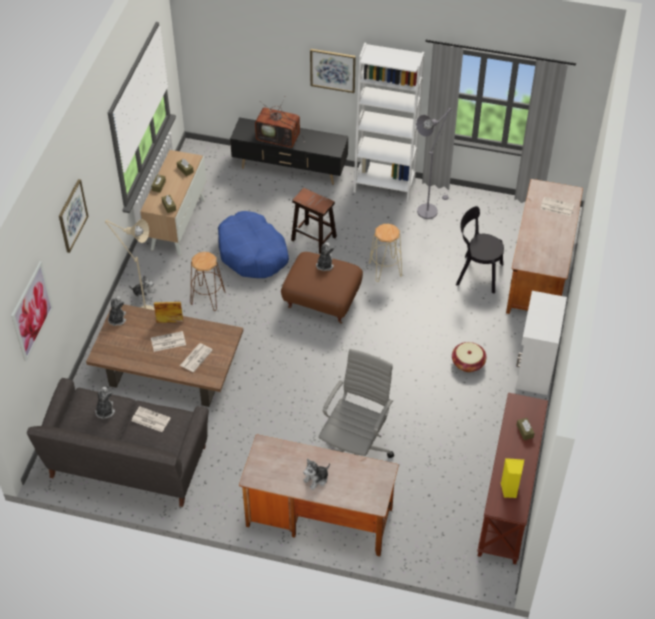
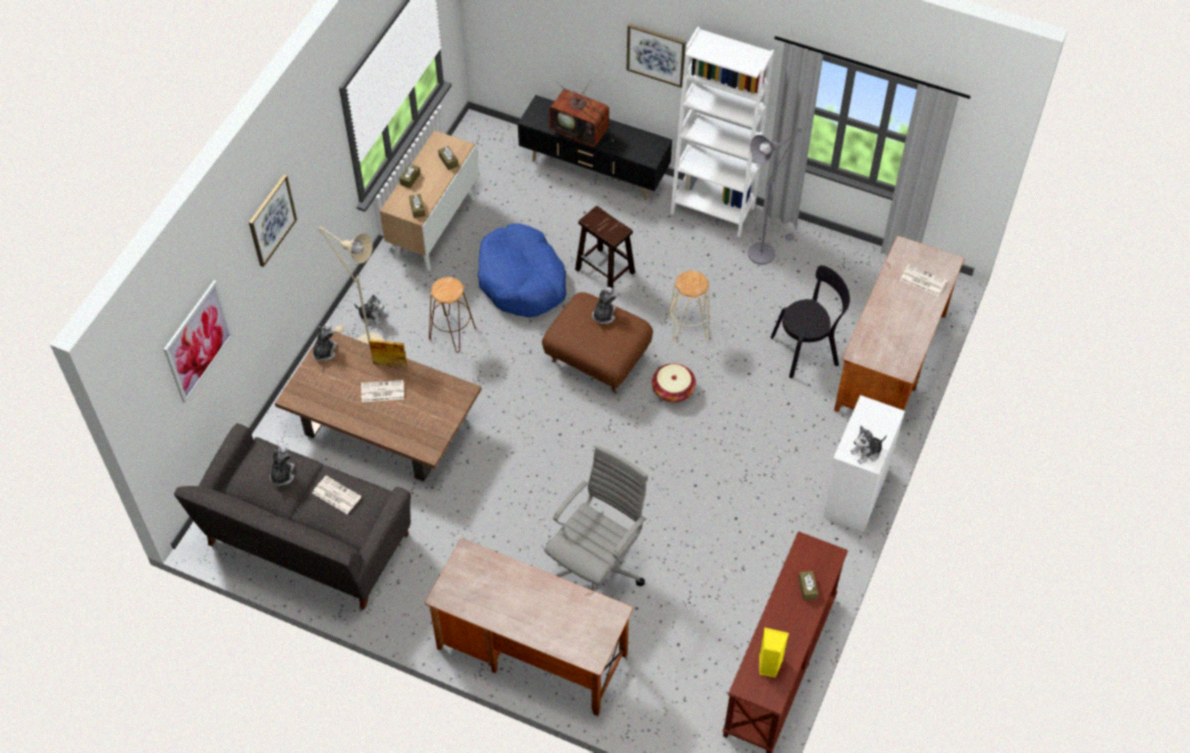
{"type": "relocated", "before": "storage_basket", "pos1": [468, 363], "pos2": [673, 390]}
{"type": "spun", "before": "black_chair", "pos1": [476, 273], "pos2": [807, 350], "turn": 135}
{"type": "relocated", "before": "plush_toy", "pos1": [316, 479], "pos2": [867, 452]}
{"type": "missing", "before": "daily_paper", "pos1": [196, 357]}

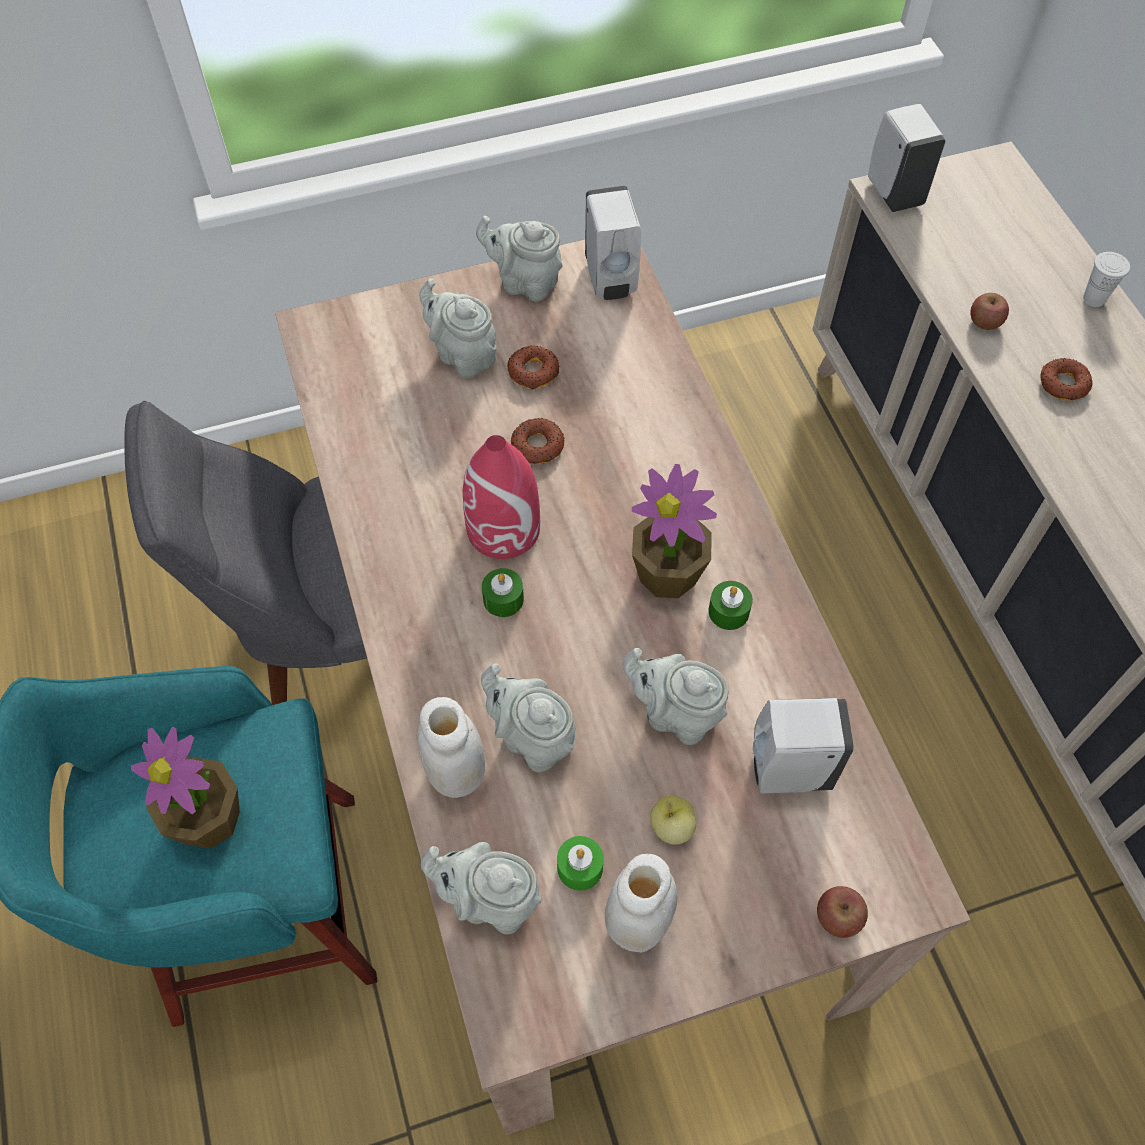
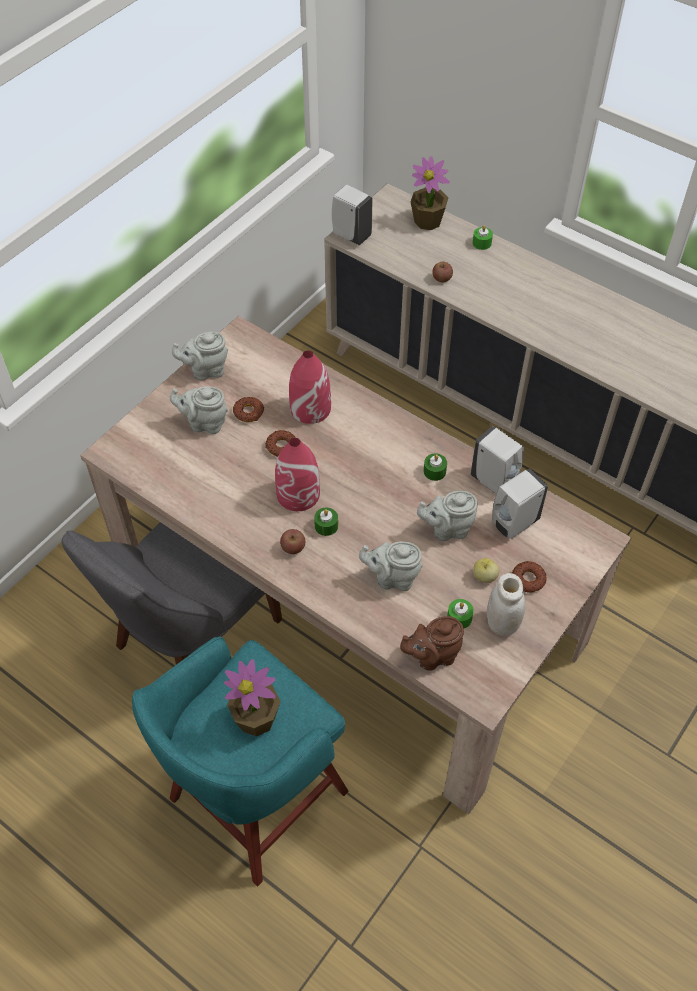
{"type": "relocated", "before": "apple", "pos1": [838, 917], "pos2": [293, 547]}
{"type": "appeared", "after": "reddish_decorative_vase", "pos2": [310, 408]}
{"type": "colour", "before": "greyish_tea_pot", "after": "brownish_tea_pot", "pos1": [490, 901], "pos2": [432, 656]}
{"type": "relocated", "before": "houseplant", "pos1": [668, 574], "pos2": [428, 221]}
{"type": "relocated", "before": "white_soap_dispenser", "pos1": [611, 281], "pos2": [495, 482]}
{"type": "exchanged", "before": "white_small_cup", "after": "green_wax_light", "pos1": [1094, 299], "pos2": [482, 243]}
{"type": "relocated", "before": "doughnut", "pos1": [1063, 384], "pos2": [528, 579]}
{"type": "missing", "before": "white_storage_jar", "pos1": [456, 773]}

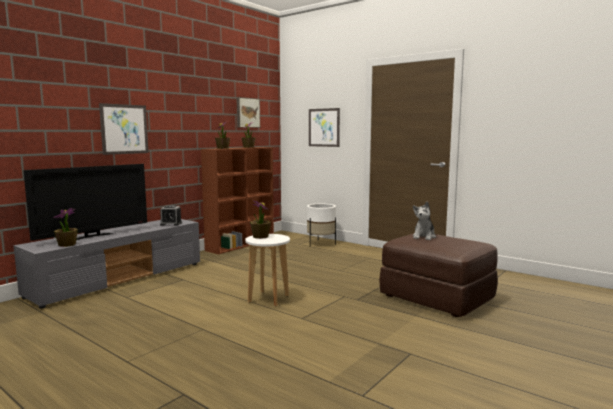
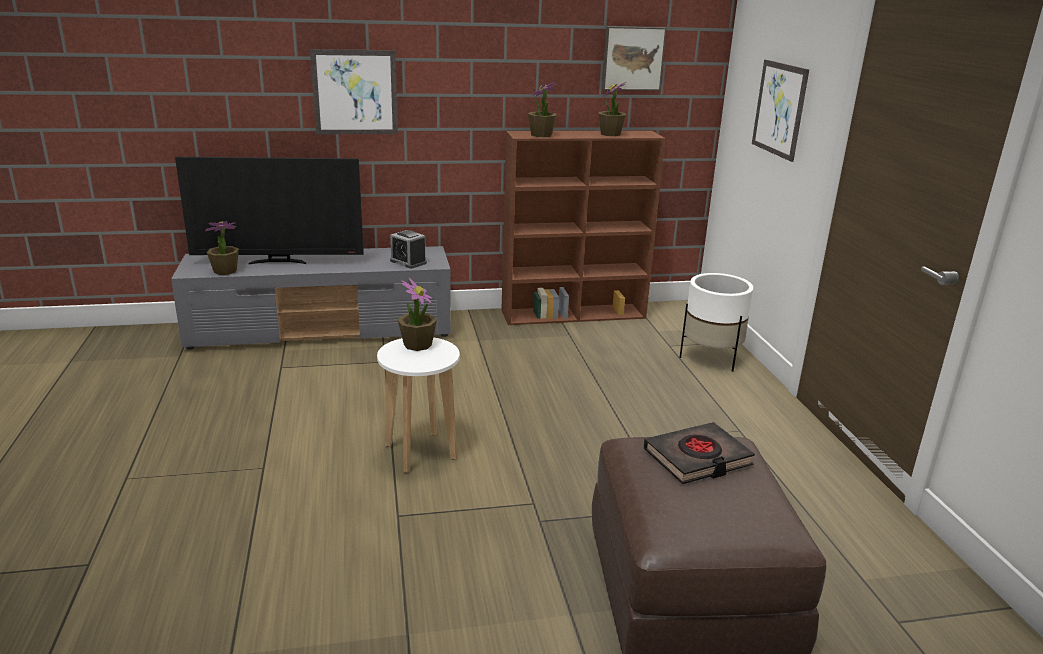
{"type": "exchanged", "before": "plush_toy", "after": "black_volume", "pos1": [424, 237], "pos2": [697, 458]}

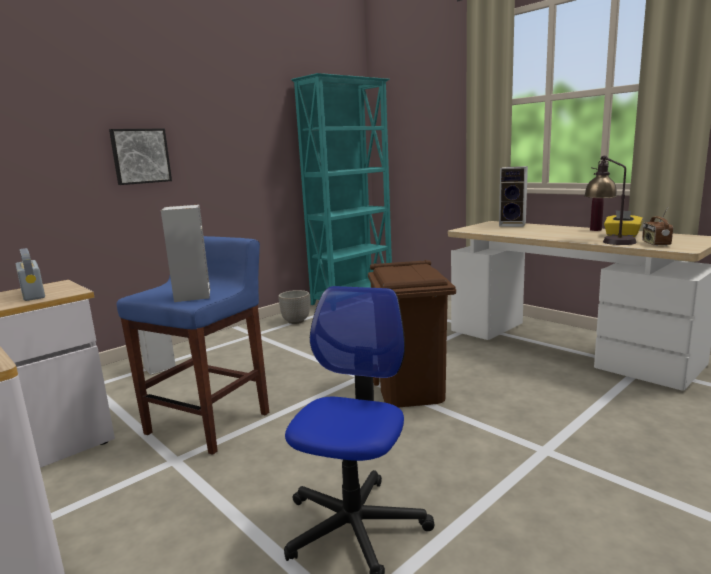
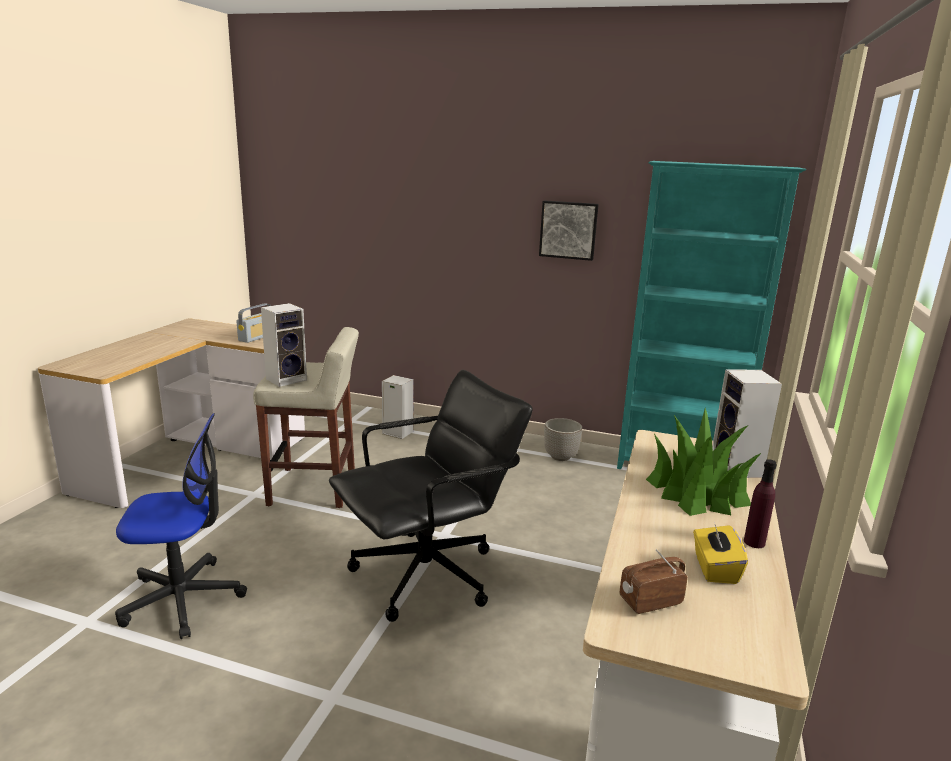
{"type": "colour", "before": "blue-coloured_stool", "after": "beige_stool", "pos1": [210, 422], "pos2": [314, 488]}
{"type": "exchanged", "before": "brownish_waste_bin", "after": "black_desk_chair", "pos1": [411, 391], "pos2": [427, 575]}
{"type": "relocated", "before": "wall_art", "pos1": [140, 156], "pos2": [568, 230]}
{"type": "appeared", "after": "houseplant", "pos2": [697, 492]}
{"type": "missing", "before": "table_lamp", "pos1": [607, 241]}

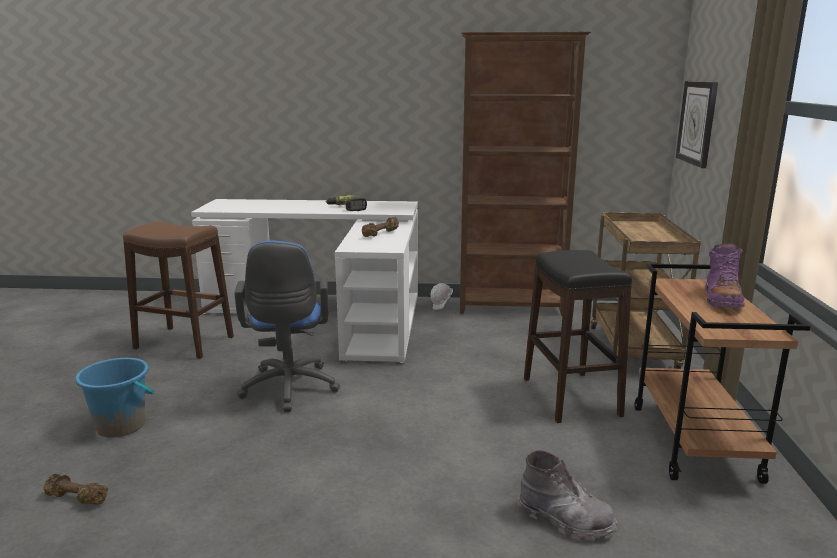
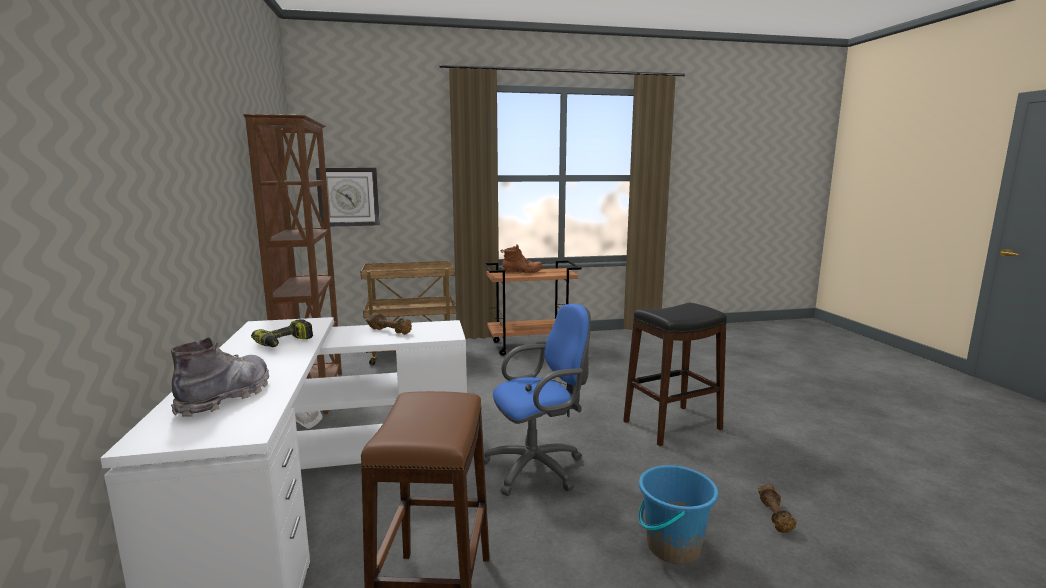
{"type": "relocated", "before": "greyish_boot", "pos1": [565, 520], "pos2": [226, 397]}
{"type": "colour", "before": "purplish_boot", "after": "brownish_boot", "pos1": [721, 299], "pos2": [522, 271]}
{"type": "relocated", "before": "black_stool", "pos1": [571, 397], "pos2": [672, 425]}

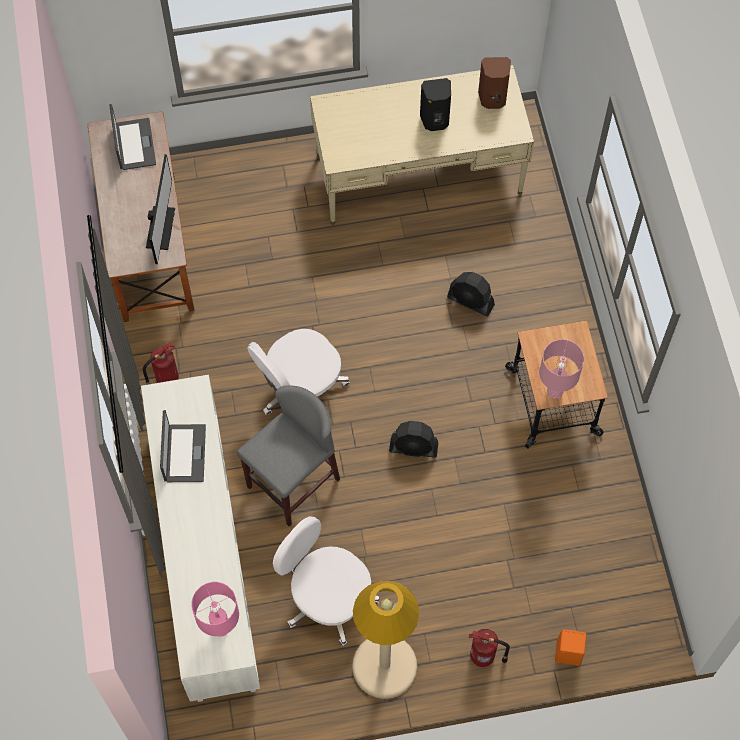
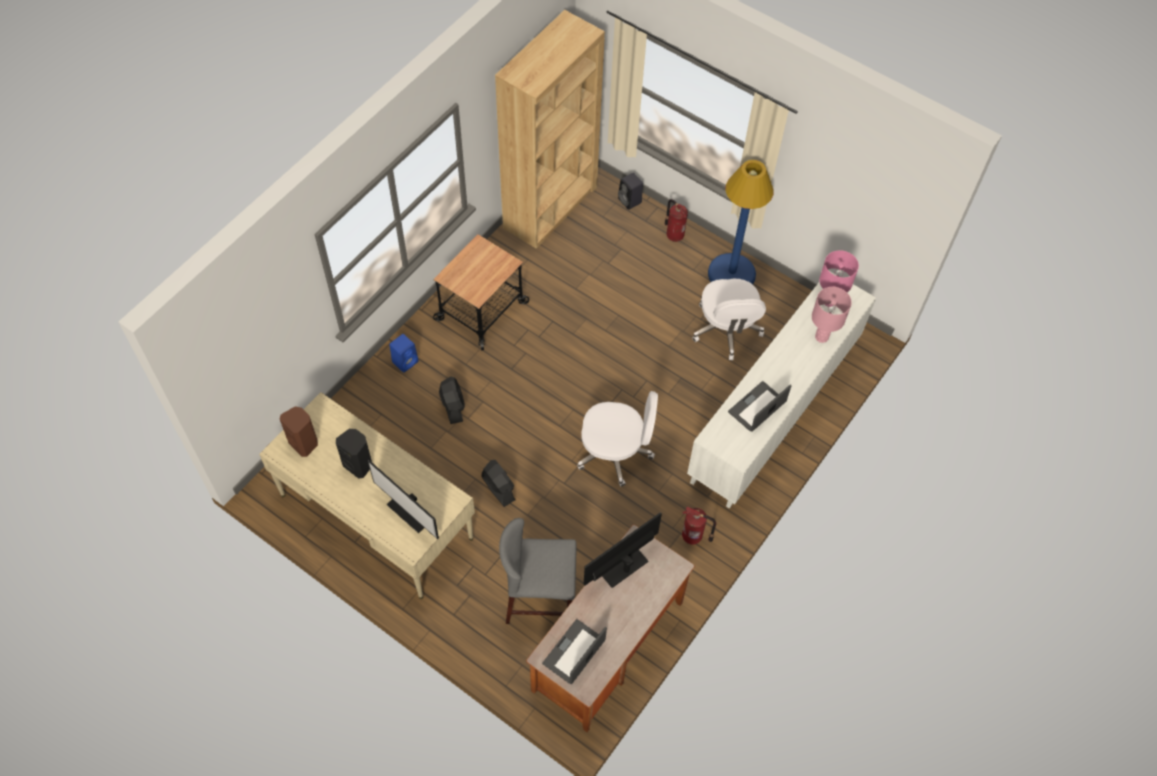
{"type": "appeared", "after": "monitor", "pos2": [410, 512]}
{"type": "appeared", "after": "blue-coloured_loudspeaker", "pos2": [405, 361]}
{"type": "relocated", "before": "black_cooling_fan", "pos1": [413, 448], "pos2": [498, 488]}
{"type": "appeared", "after": "brownish_bookcase", "pos2": [550, 207]}
{"type": "relocated", "before": "greyish_stool", "pos1": [292, 483], "pos2": [539, 599]}
{"type": "colour", "before": "orange-coloured_loudspeaker", "after": "black_loudspeaker", "pos1": [567, 653], "pos2": [630, 201]}
{"type": "colour", "before": "beige_standing_lamp", "after": "blue-coloured_standing_lamp", "pos1": [384, 666], "pos2": [731, 274]}
{"type": "relocated", "before": "pinkish_table_lamp", "pos1": [554, 391], "pos2": [822, 337]}

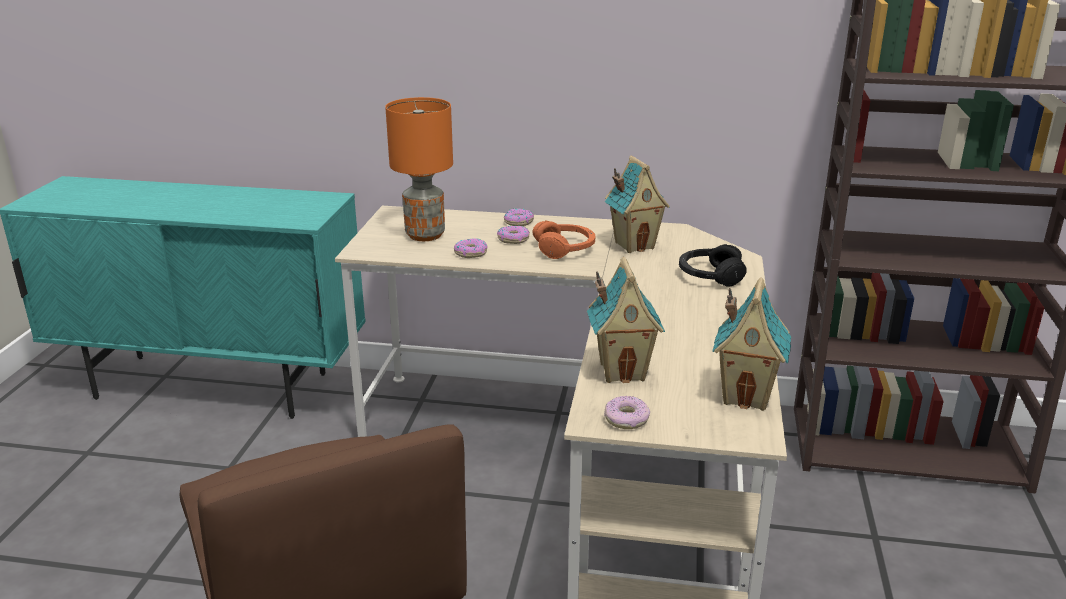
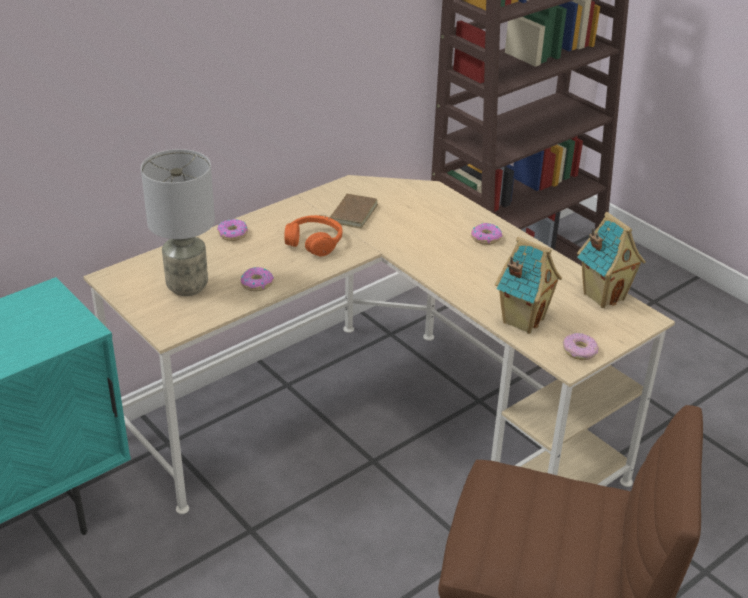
{"type": "colour", "before": "orange-coloured_table_lamp", "after": "greyish_table_lamp", "pos1": [424, 235], "pos2": [186, 286]}
{"type": "exchanged", "before": "model_house", "after": "brownish_volume", "pos1": [634, 245], "pos2": [351, 213]}
{"type": "relocated", "before": "doughnut", "pos1": [513, 239], "pos2": [486, 238]}
{"type": "missing", "before": "black_headset", "pos1": [710, 276]}

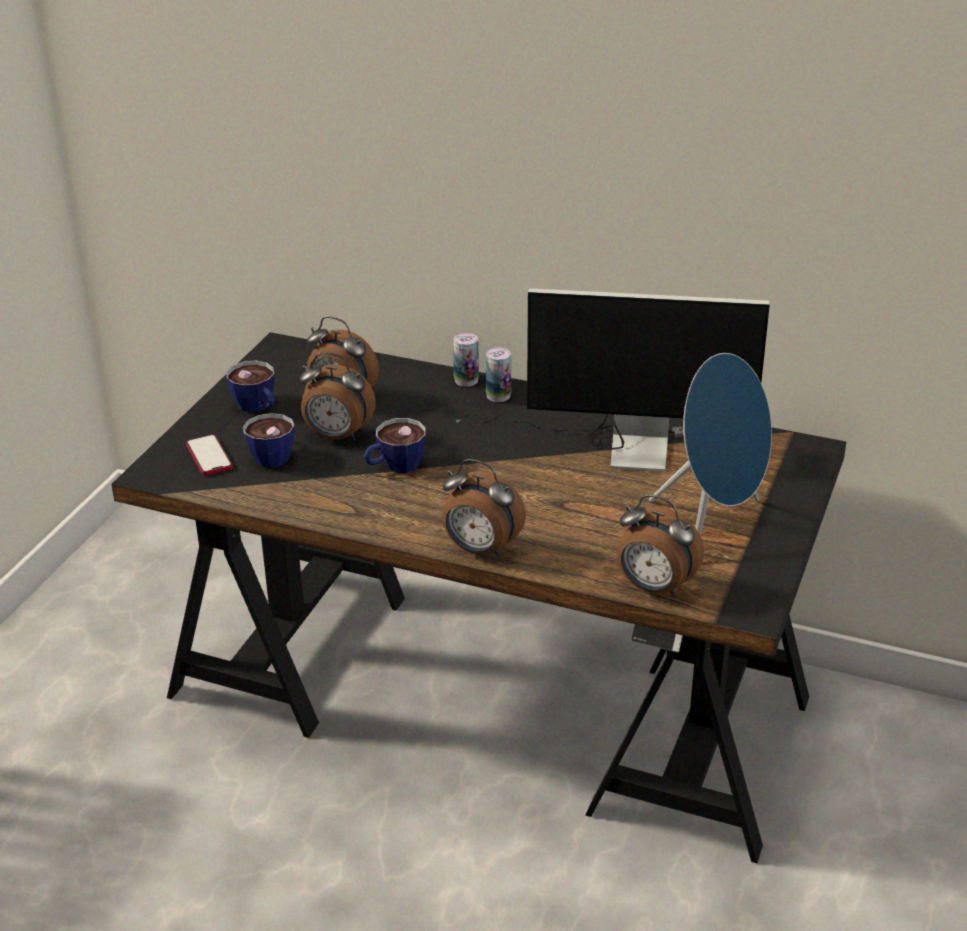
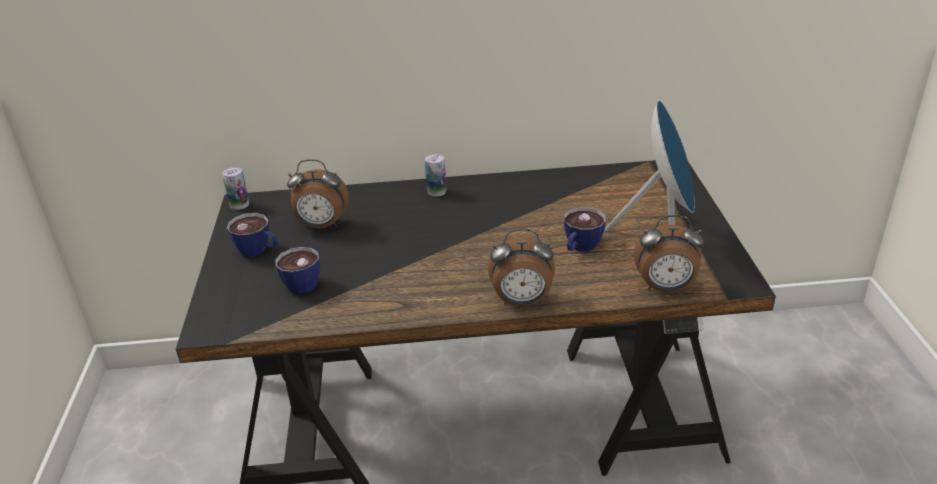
{"type": "relocated", "before": "can", "pos1": [466, 380], "pos2": [239, 204]}
{"type": "relocated", "before": "small_cup", "pos1": [395, 466], "pos2": [580, 248]}
{"type": "missing", "before": "phone", "pos1": [209, 456]}
{"type": "missing", "before": "table_clock", "pos1": [337, 436]}
{"type": "missing", "before": "monitor", "pos1": [615, 447]}

